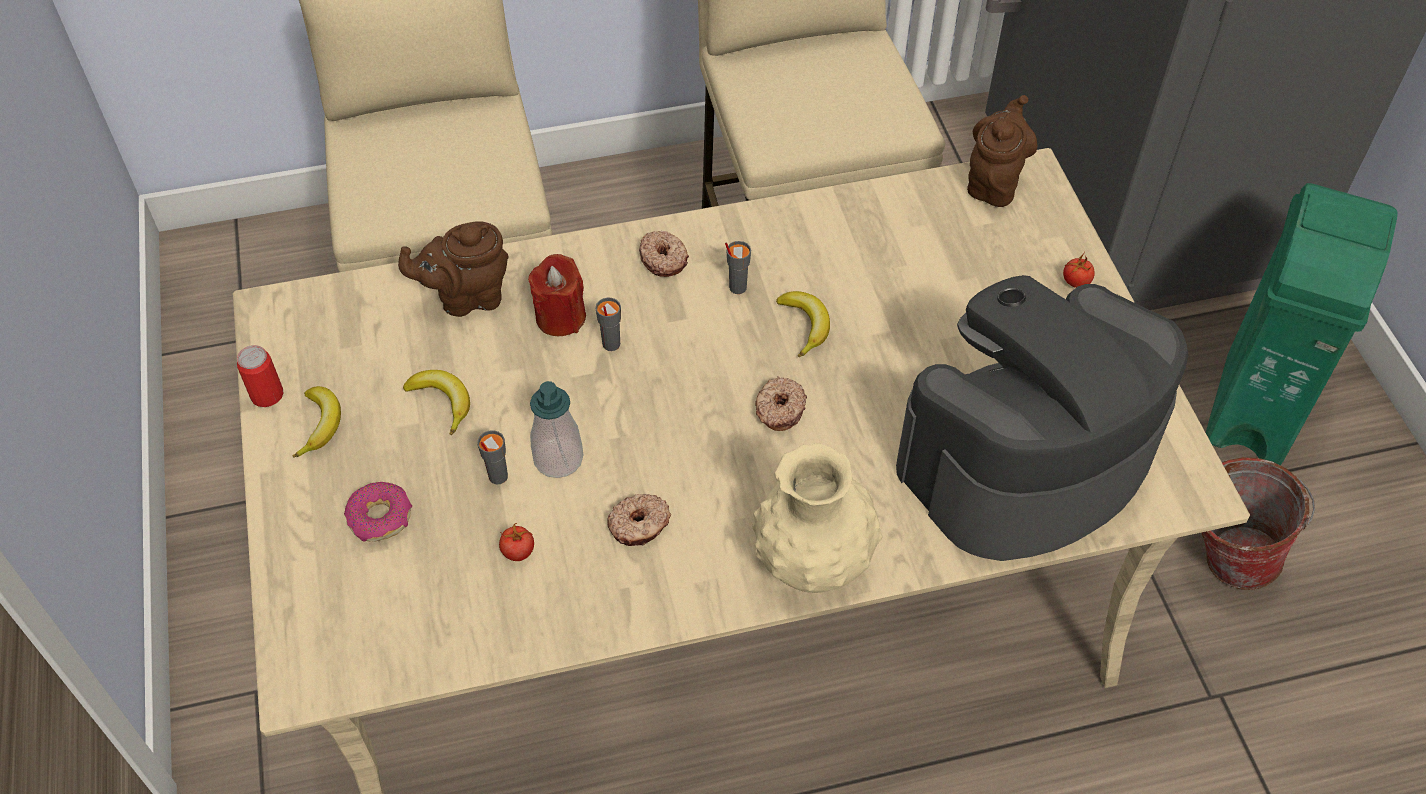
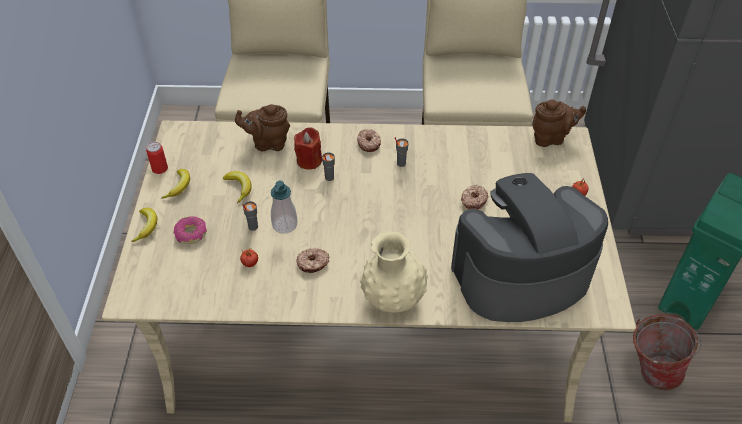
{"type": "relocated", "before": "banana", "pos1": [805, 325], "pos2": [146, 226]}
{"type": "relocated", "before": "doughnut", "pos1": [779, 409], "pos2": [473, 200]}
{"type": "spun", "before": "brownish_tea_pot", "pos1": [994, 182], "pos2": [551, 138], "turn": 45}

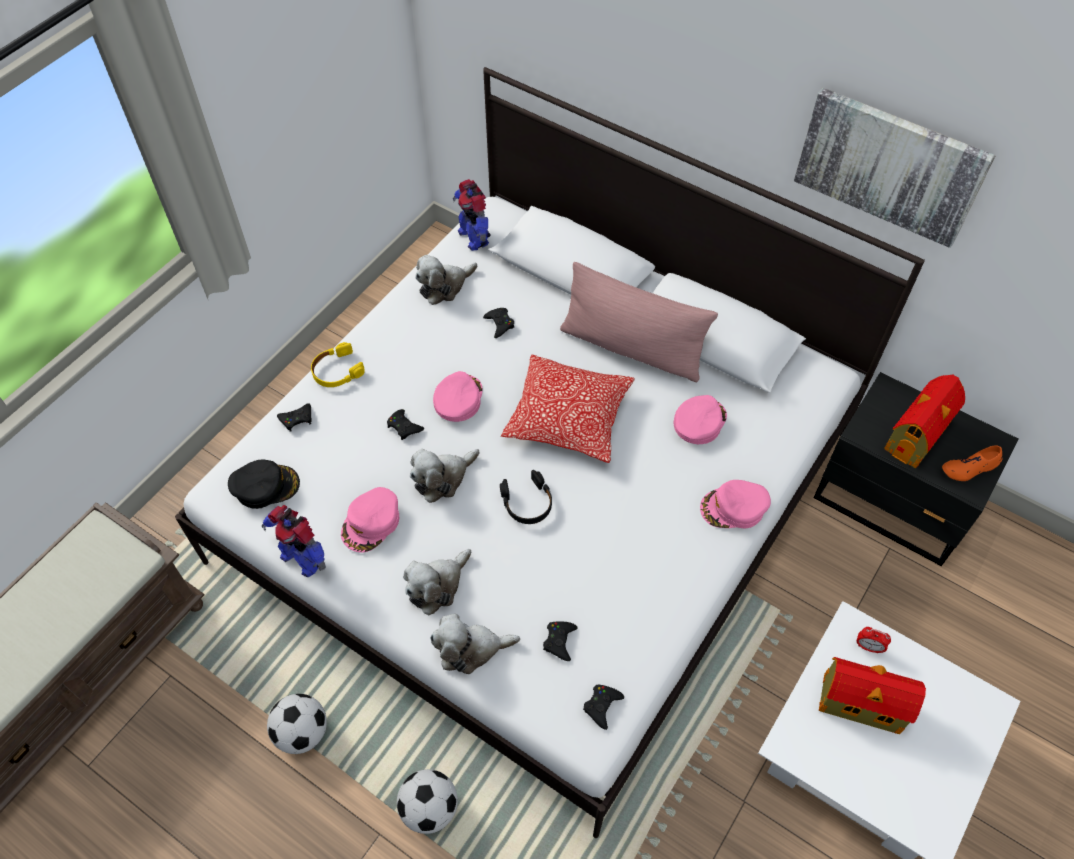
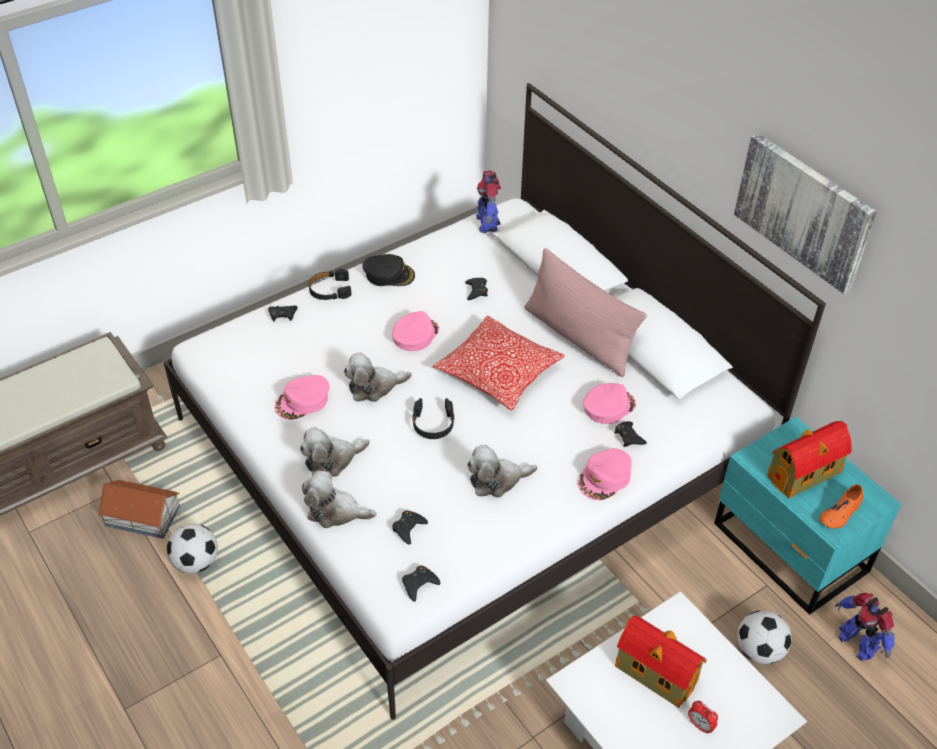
{"type": "appeared", "after": "model_house", "pos2": [143, 516]}
{"type": "colour", "before": "yellow-coloured_headset", "after": "black_headset", "pos1": [337, 371], "pos2": [330, 290]}
{"type": "relocated", "before": "black_baseball_cap", "pos1": [265, 486], "pos2": [389, 274]}
{"type": "relocated", "before": "plush_toy", "pos1": [444, 286], "pos2": [497, 480]}
{"type": "spun", "before": "pinkish_baseball_cap", "pos1": [734, 508], "pos2": [605, 478], "turn": -60}
{"type": "relocated", "before": "black_gamepad", "pos1": [404, 427], "pos2": [629, 437]}
{"type": "relocated", "before": "table_clock", "pos1": [868, 647], "pos2": [700, 725]}
{"type": "colour", "before": "black_nightstand", "after": "blue-green_nightstand", "pos1": [894, 502], "pos2": [790, 550]}
{"type": "relocated", "before": "ball_for_football", "pos1": [430, 808], "pos2": [759, 650]}
{"type": "spun", "before": "orange-coloured_shoe", "pos1": [969, 468], "pos2": [840, 513], "turn": -45}
{"type": "relocated", "before": "robot_figure", "pos1": [303, 557], "pos2": [857, 643]}

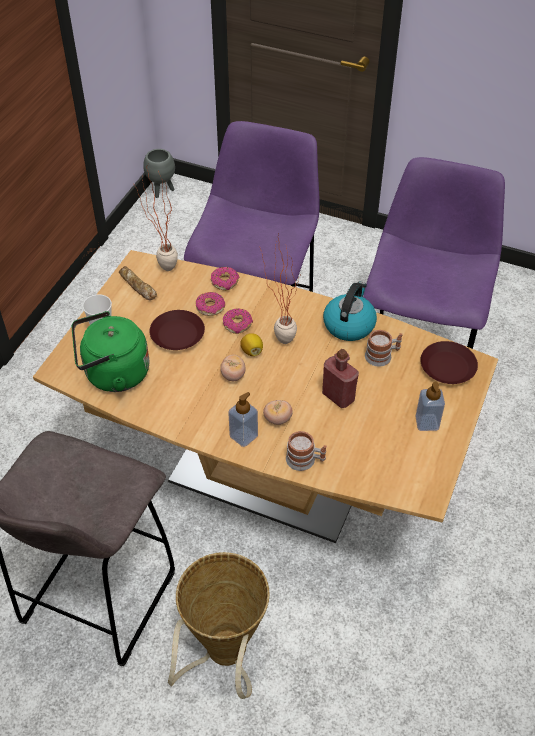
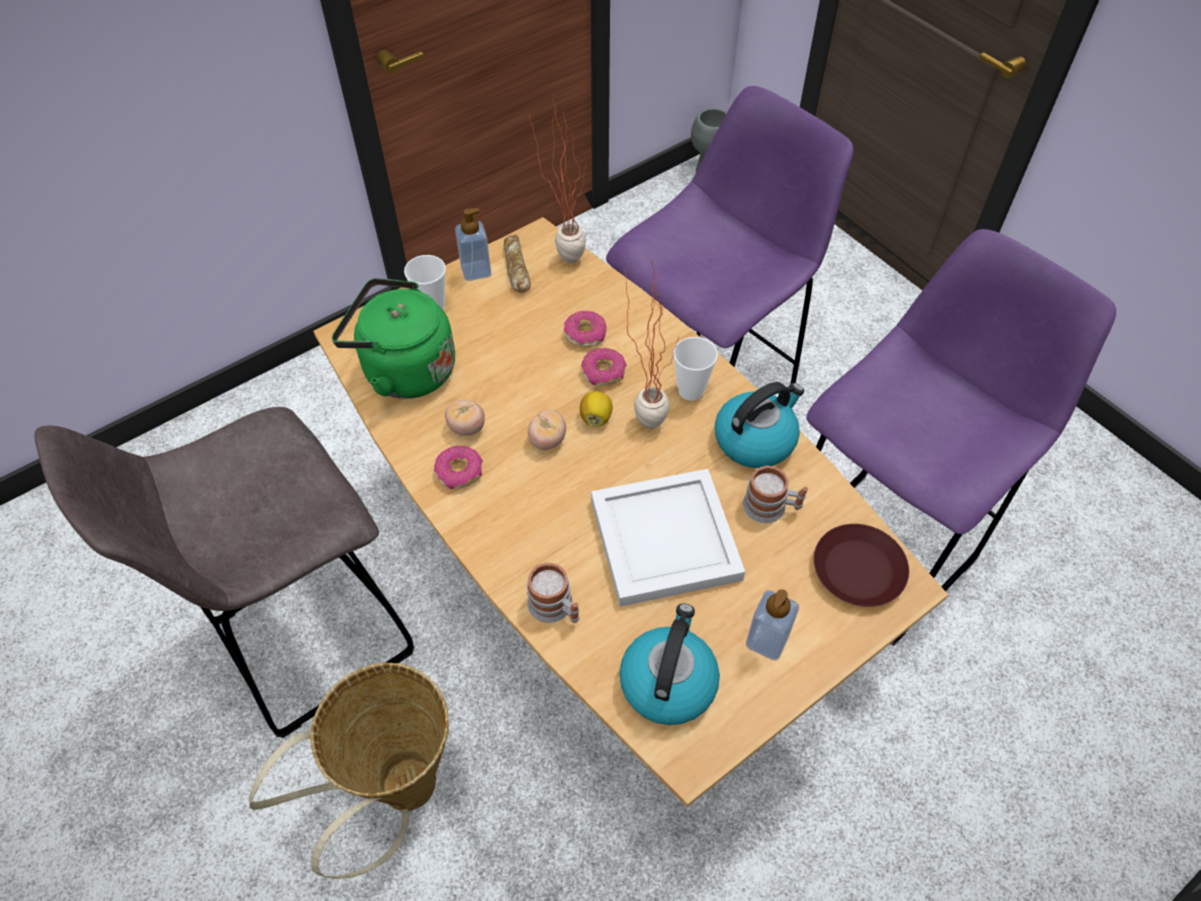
{"type": "relocated", "before": "doughnut", "pos1": [225, 282], "pos2": [460, 472]}
{"type": "relocated", "before": "tomato", "pos1": [277, 419], "pos2": [467, 428]}
{"type": "relocated", "before": "soap_dispenser", "pos1": [243, 436], "pos2": [476, 271]}
{"type": "exchanged", "before": "reddish_bottle", "after": "white_tray", "pos1": [338, 396], "pos2": [666, 537]}
{"type": "appeared", "after": "kettle", "pos2": [668, 681]}
{"type": "appeared", "after": "small_cup", "pos2": [691, 391]}
{"type": "missing", "before": "brownish_flat_dish", "pos1": [178, 334]}

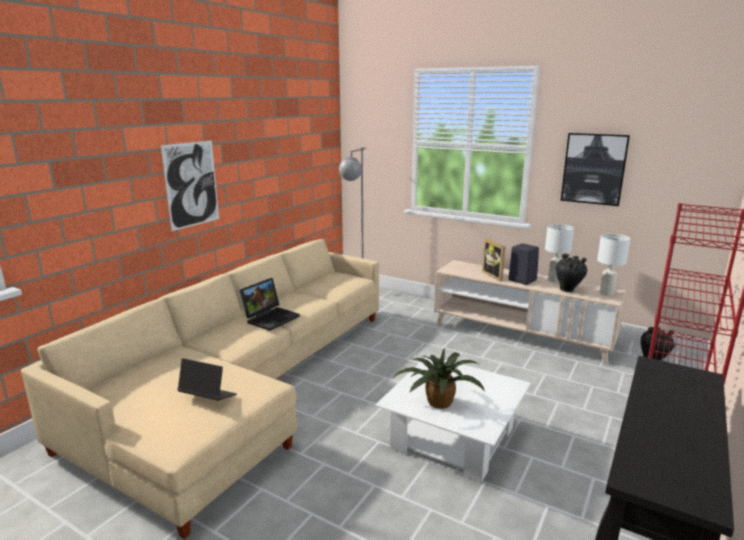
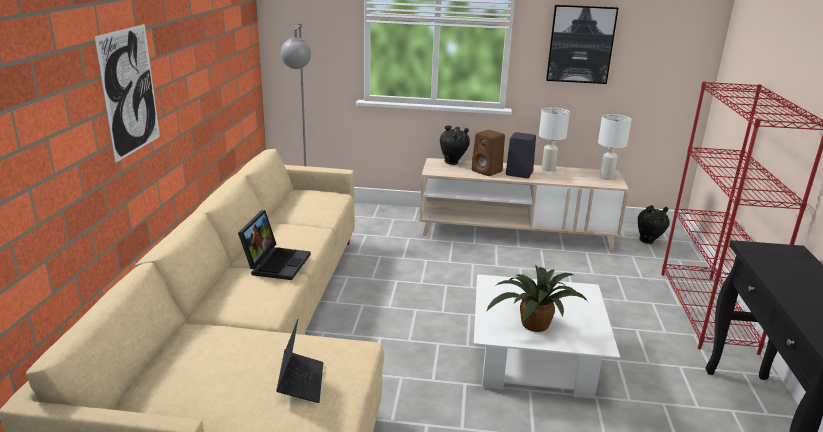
{"type": "spun", "before": "notebook_computer", "pos1": [208, 397], "pos2": [301, 382], "turn": 90}
{"type": "relocated", "before": "black_decorative_vase", "pos1": [568, 290], "pos2": [453, 163]}
{"type": "exchanged", "before": "standing_frame", "after": "brownish_loudspeaker", "pos1": [495, 275], "pos2": [487, 171]}

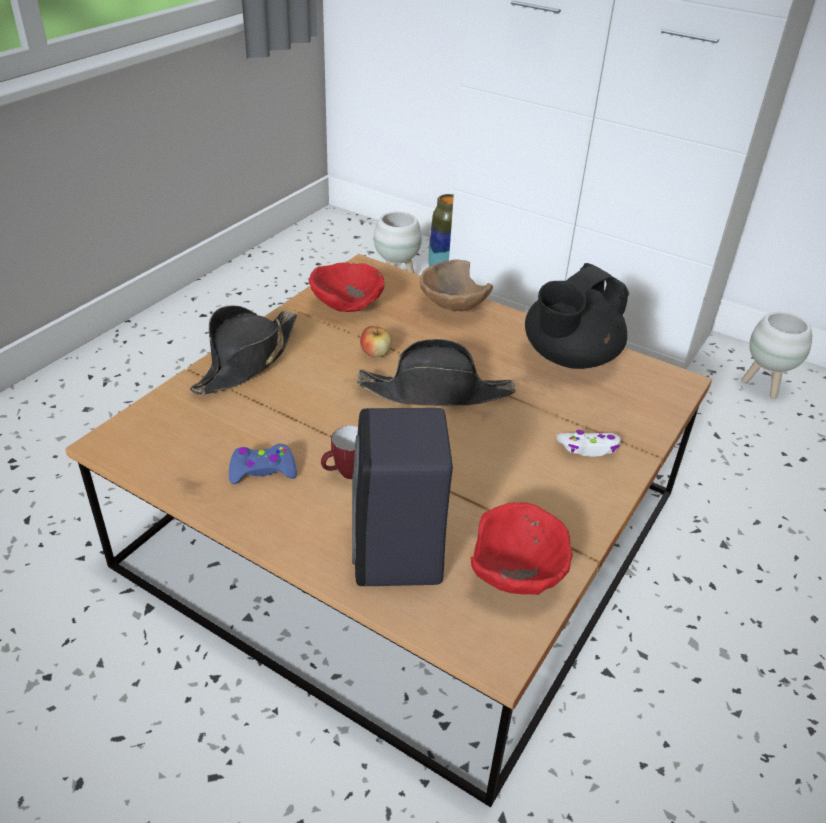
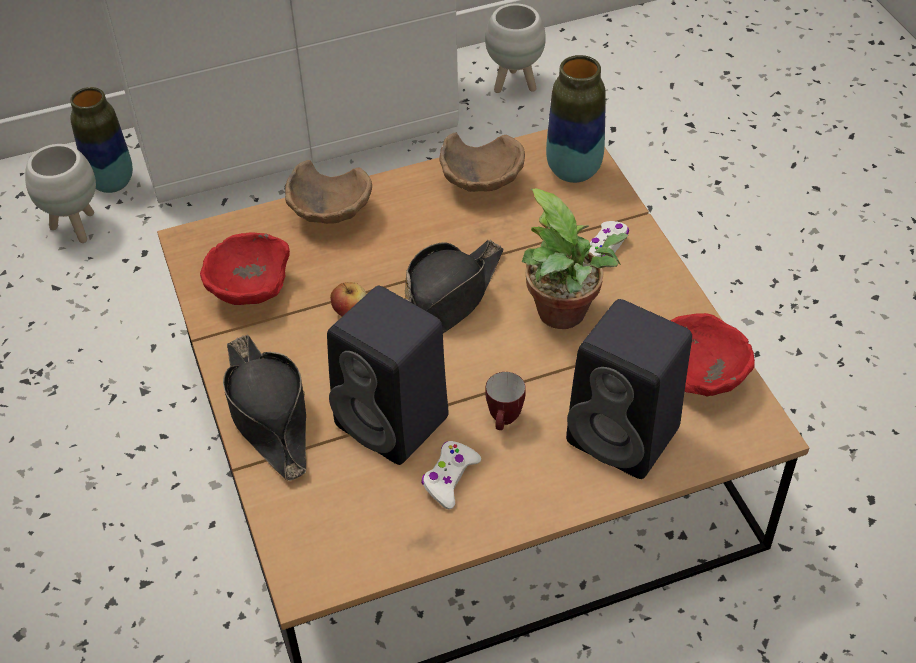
{"type": "appeared", "after": "black_loudspeaker", "pos2": [395, 422]}
{"type": "colour", "before": "blue-coloured_gamepad", "after": "white_gamepad", "pos1": [262, 470], "pos2": [449, 478]}
{"type": "exchanged", "before": "black_tea_pot", "after": "brownish_deep_dish", "pos1": [568, 358], "pos2": [481, 185]}
{"type": "appeared", "after": "houseplant", "pos2": [566, 316]}
{"type": "appeared", "after": "decorative_vase", "pos2": [573, 171]}

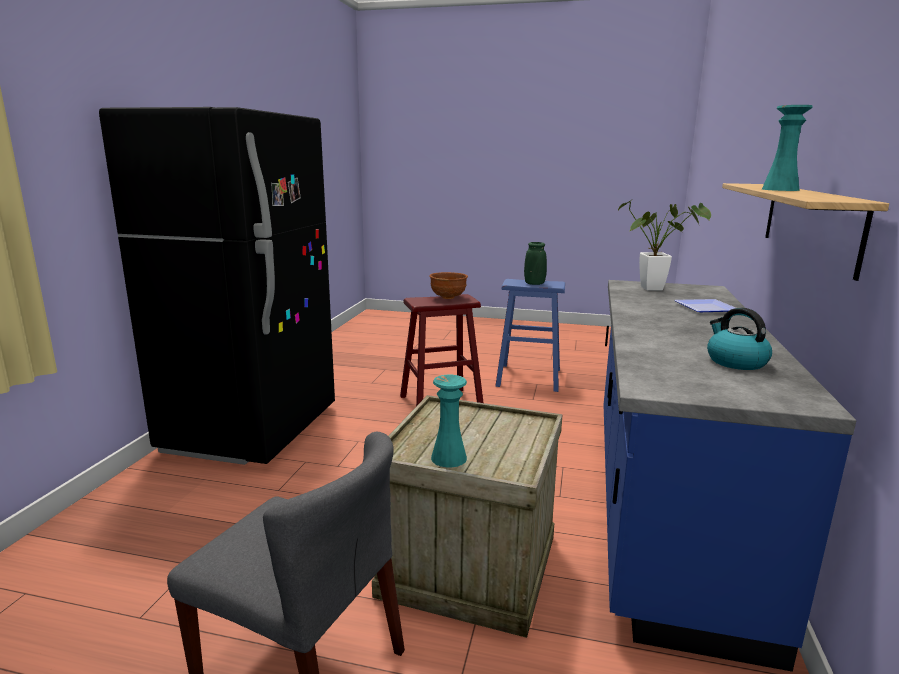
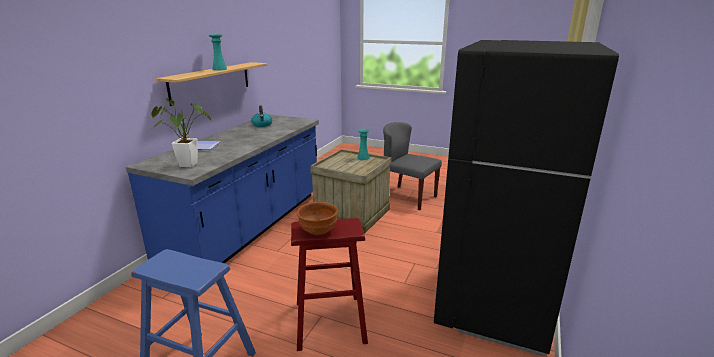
{"type": "missing", "before": "green_decorative_vase", "pos1": [534, 284]}

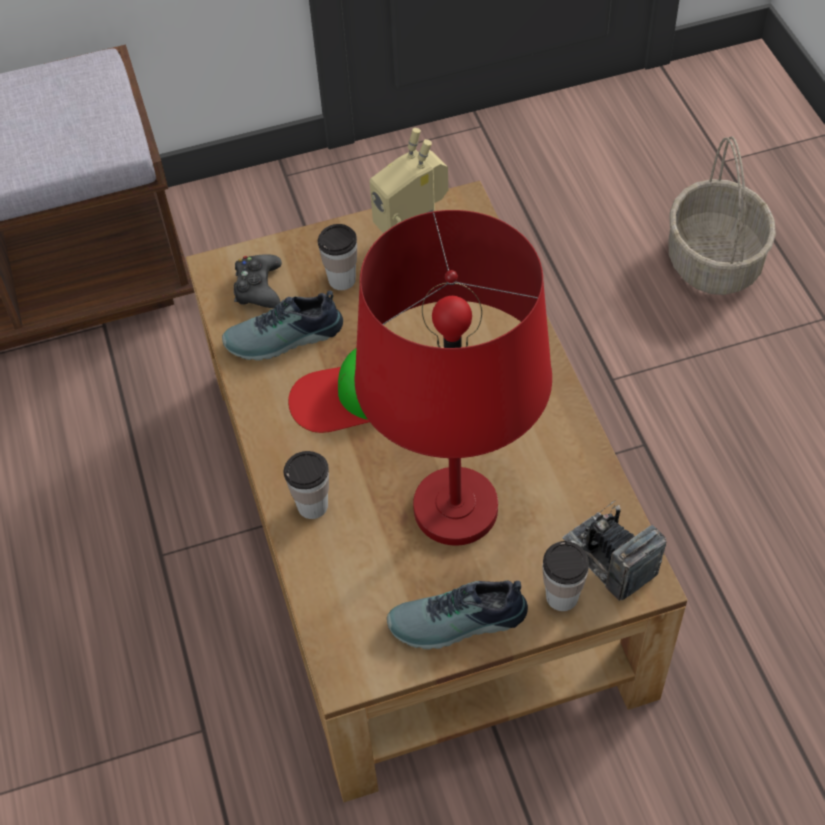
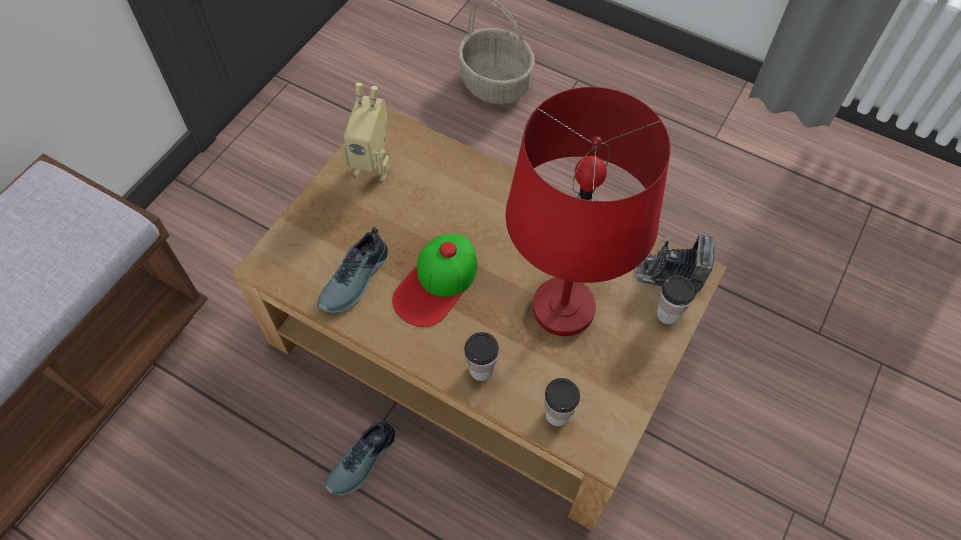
{"type": "relocated", "before": "shoe", "pos1": [458, 623], "pos2": [363, 462]}
{"type": "relocated", "before": "small_cup", "pos1": [342, 280], "pos2": [557, 414]}
{"type": "missing", "before": "black_gamepad", "pos1": [258, 287]}

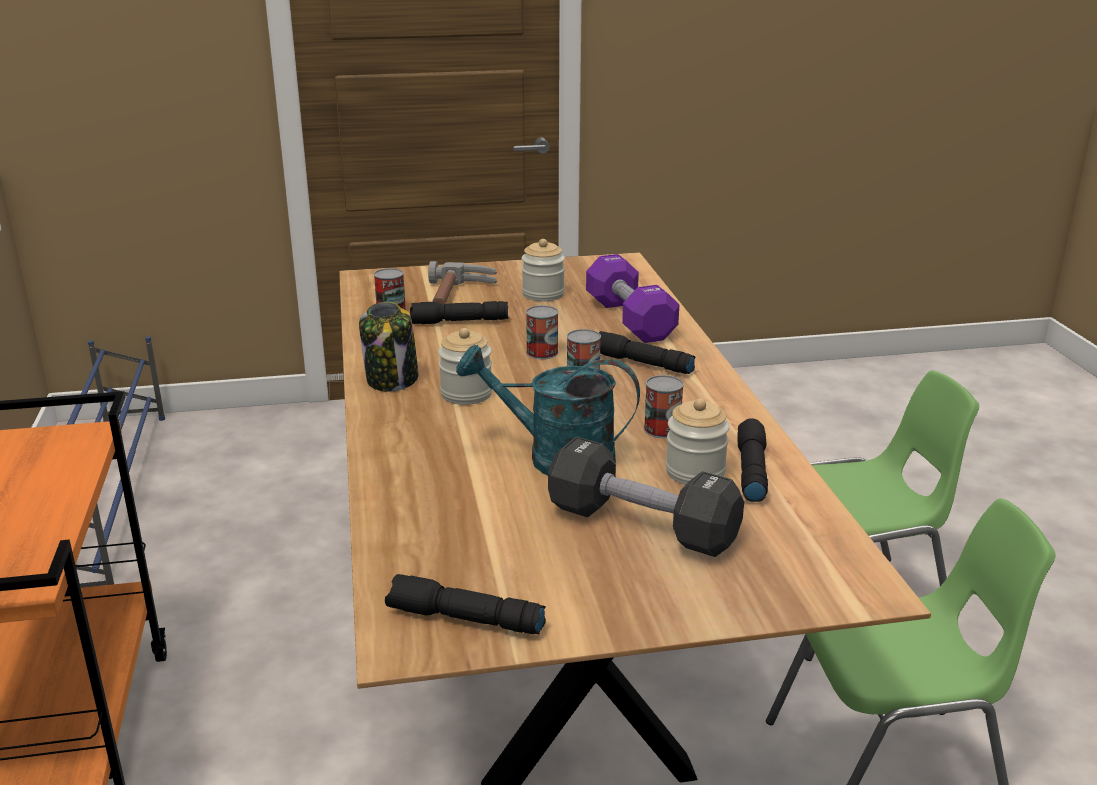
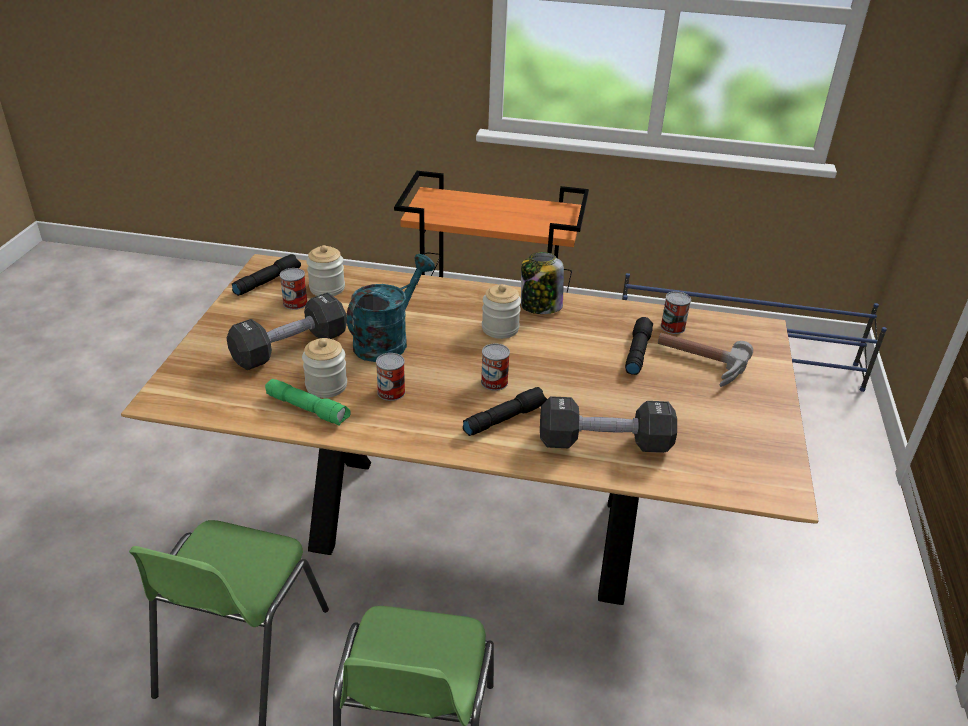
{"type": "colour", "before": "black_torch", "after": "green_torch", "pos1": [750, 470], "pos2": [308, 409]}
{"type": "relocated", "before": "can", "pos1": [542, 352], "pos2": [295, 303]}
{"type": "relocated", "before": "storage_jar", "pos1": [543, 294], "pos2": [327, 288]}
{"type": "colour", "before": "purplish_free_weight", "after": "black_free_weight", "pos1": [629, 319], "pos2": [604, 443]}

